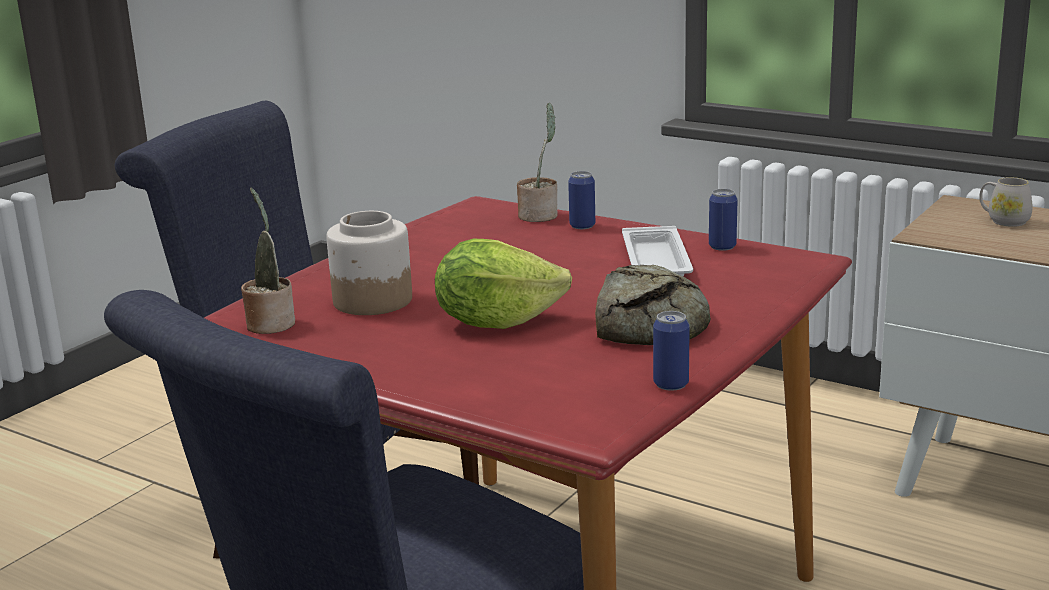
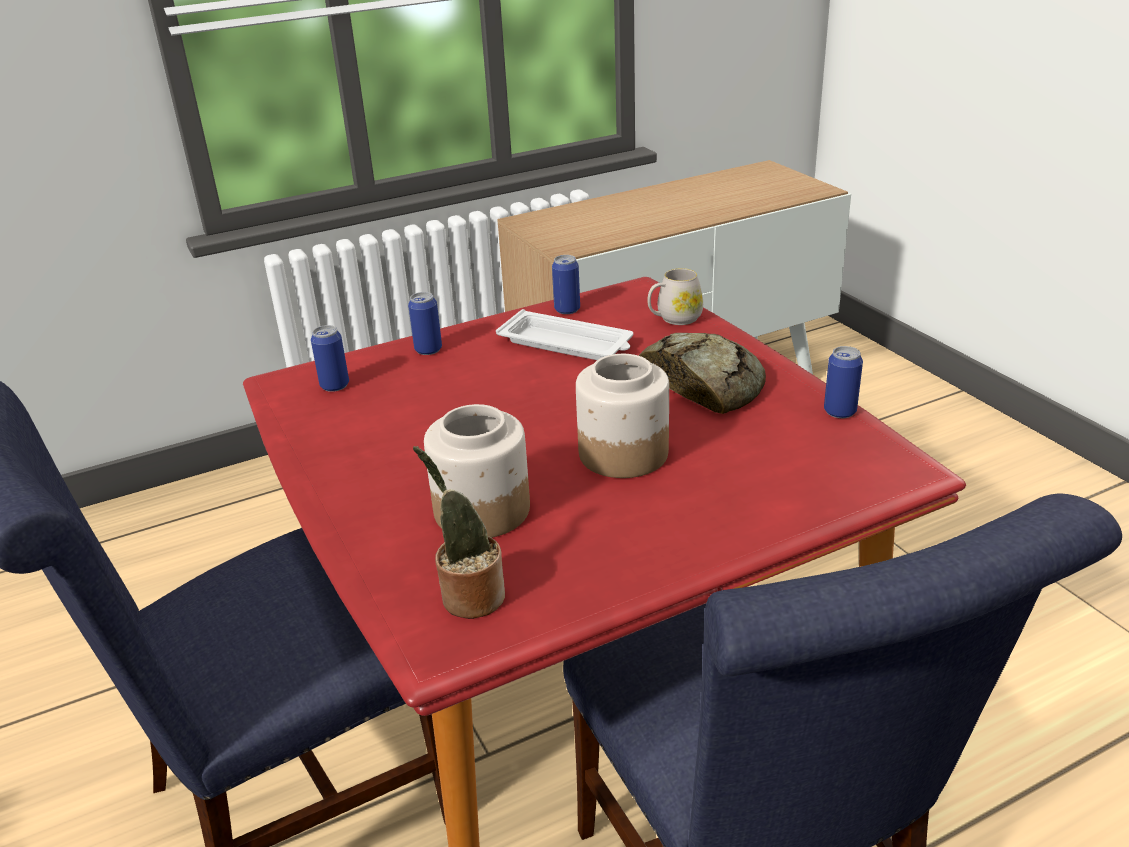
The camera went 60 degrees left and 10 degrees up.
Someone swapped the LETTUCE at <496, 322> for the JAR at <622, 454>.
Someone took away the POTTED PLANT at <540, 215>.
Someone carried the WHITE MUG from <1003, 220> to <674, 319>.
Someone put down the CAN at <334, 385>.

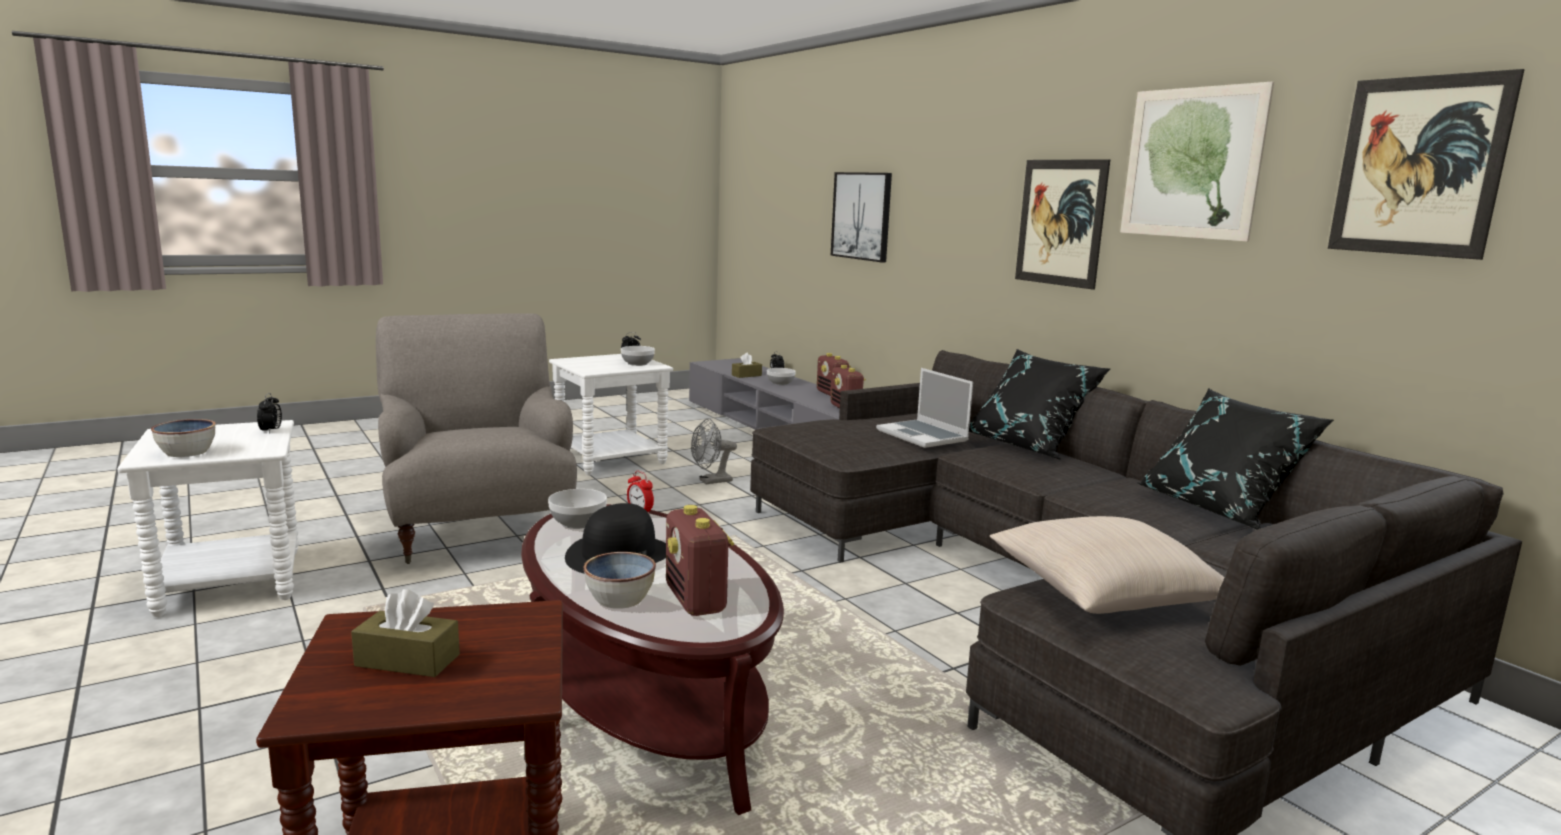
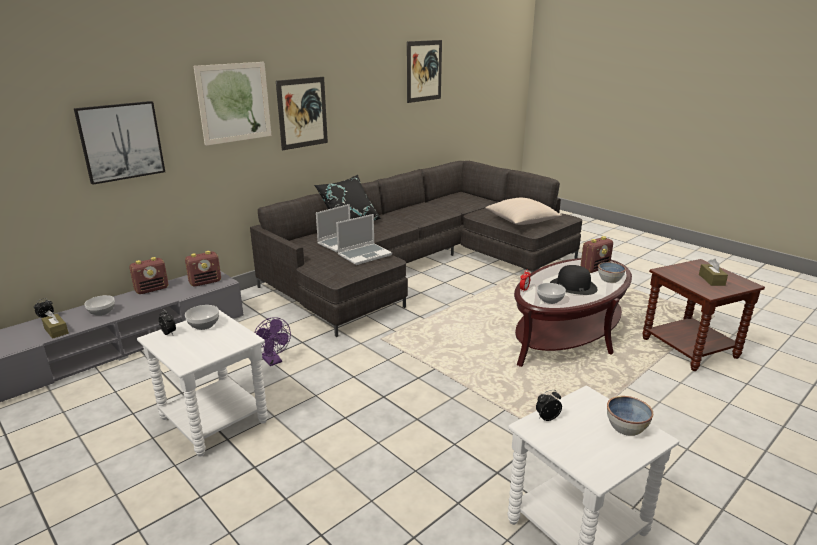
The camera went 100 degrees left and 10 degrees up.
Someone took away the GREY ARMCHAIR at <479, 530>.
Someone repainted the GREY FAN at <711, 481>, which became the PURPLE FAN at <273, 361>.
Someone carried the PICTURE from <1191, 163> to <234, 103>.
Someone took away the BLACK PILLOW at <1219, 509>.
Someone put down the LAPTOP at <365, 255>.

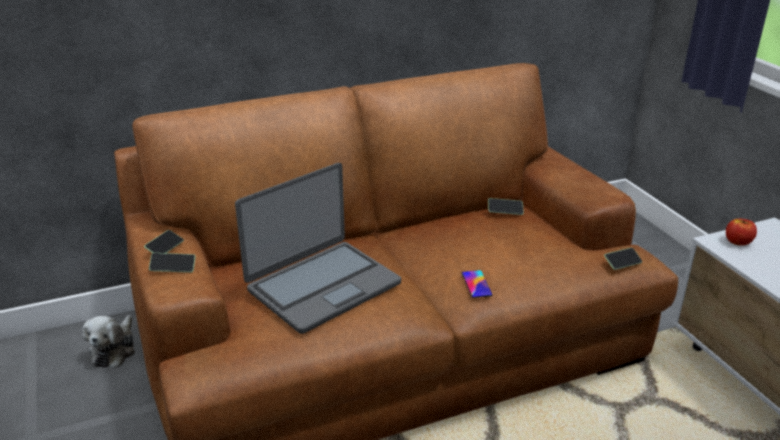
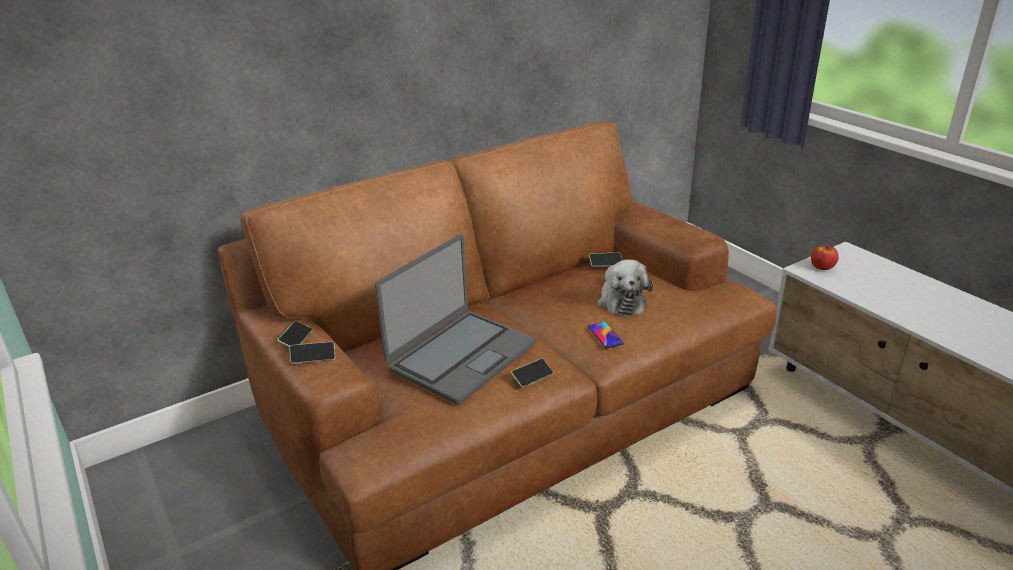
The camera went 10 degrees left and 0 degrees up.
Someone carried the PLUSH TOY from <114, 349> to <621, 300>.
Someone carried the PHONE from <622, 263> to <532, 377>.

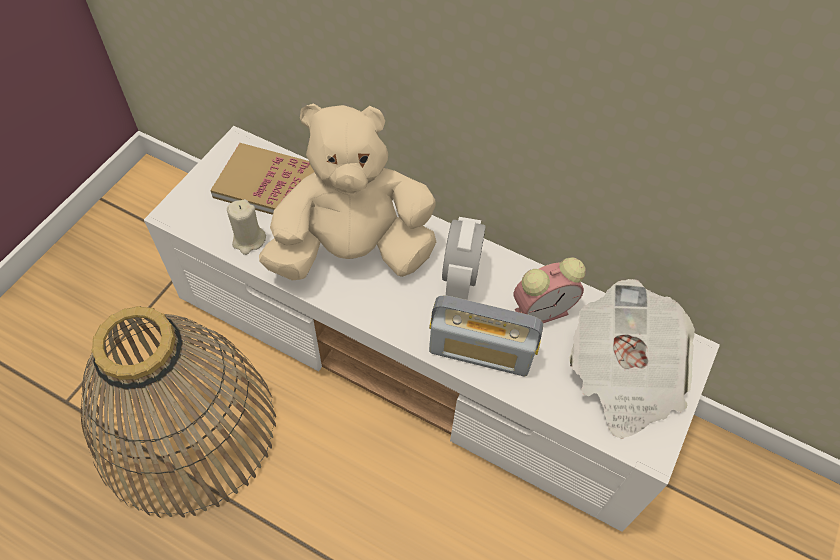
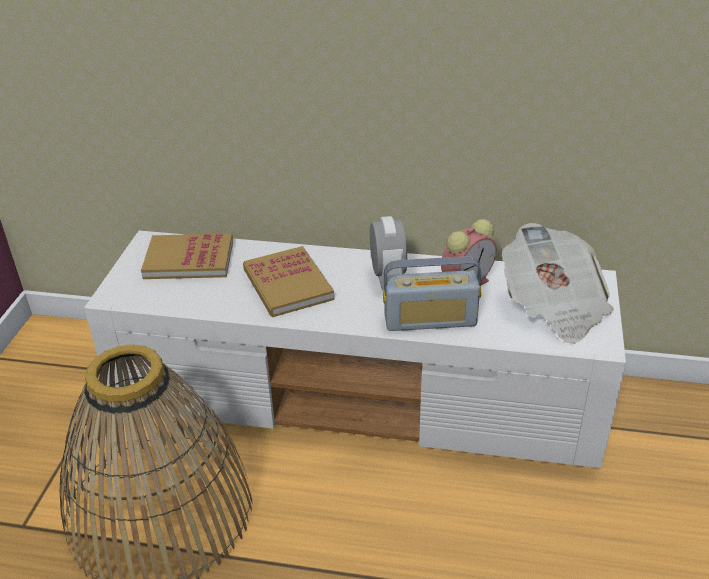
The camera went 15 degrees left and 20 degrees down.
Someone took away the BEIGE CANDLE at <248, 240>.
Someone swapped the BEIGE PLUSH TOY at <353, 251> for the BOOK at <287, 284>.

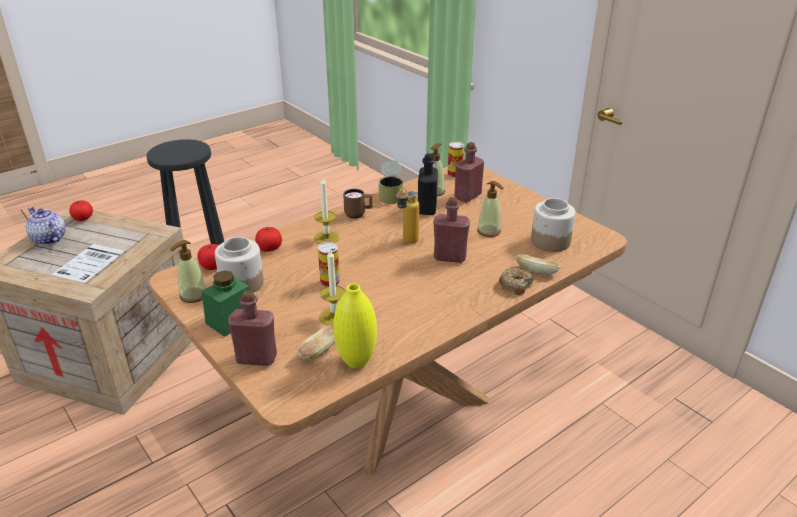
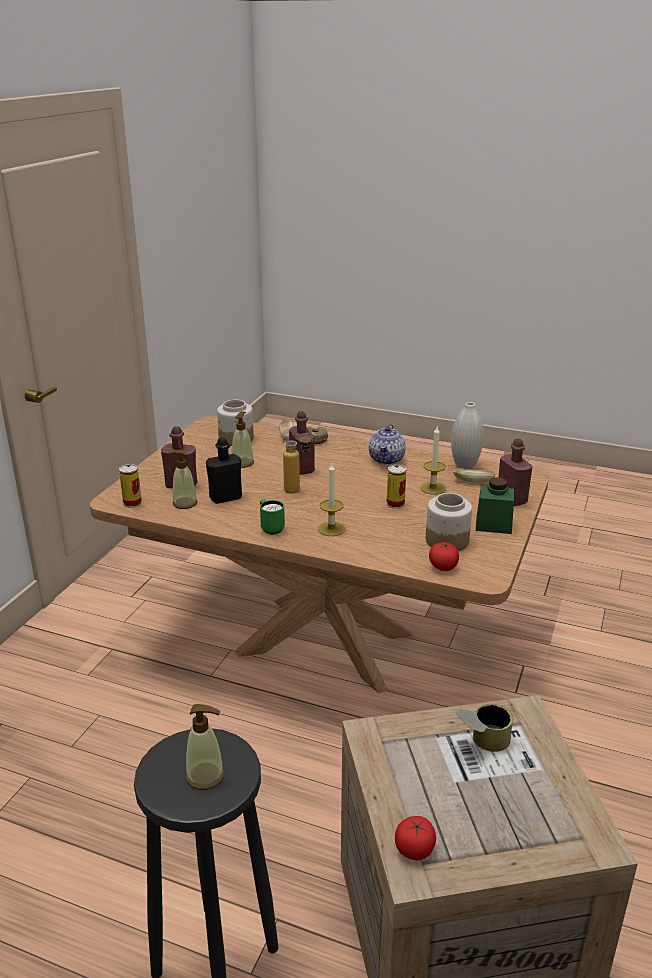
The camera went 120 degrees left and 5 degrees down.
Someone carried the TEAPOT from <49, 239> to <387, 459>.
Someone carried the SOAP DISPENSER from <193, 295> to <205, 776>.
Someone took away the TOMATO at <269, 248>.
Someone repainted the YELLOW VASE at <356, 362>, which became the WHITE VASE at <464, 467>.
Someone repainted the BROWN MUG at <358, 214>, which became the GREEN MUG at <270, 528>.
Someone carried the CAN from <391, 194> to <481, 742>.

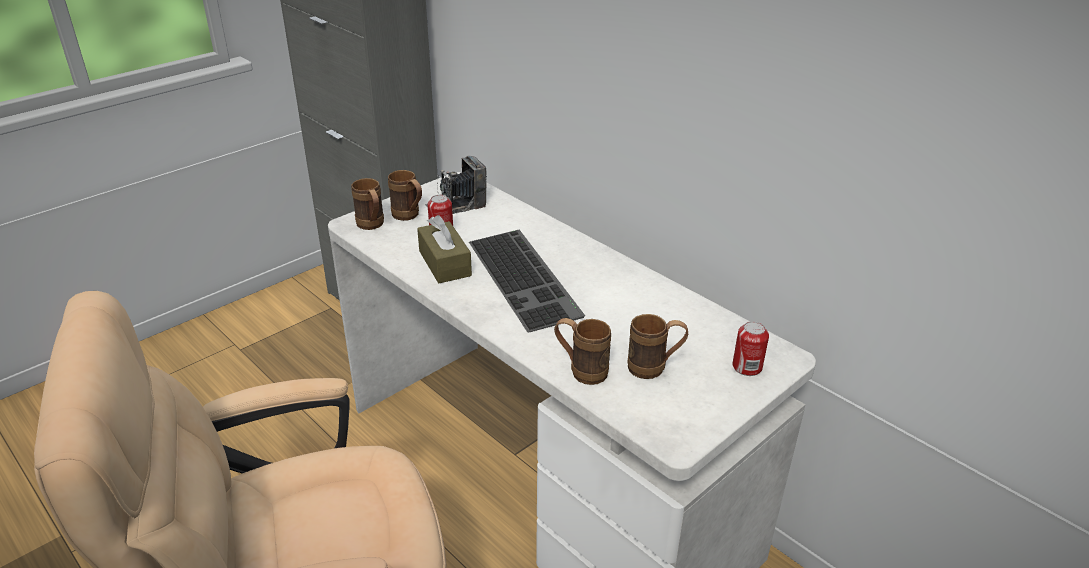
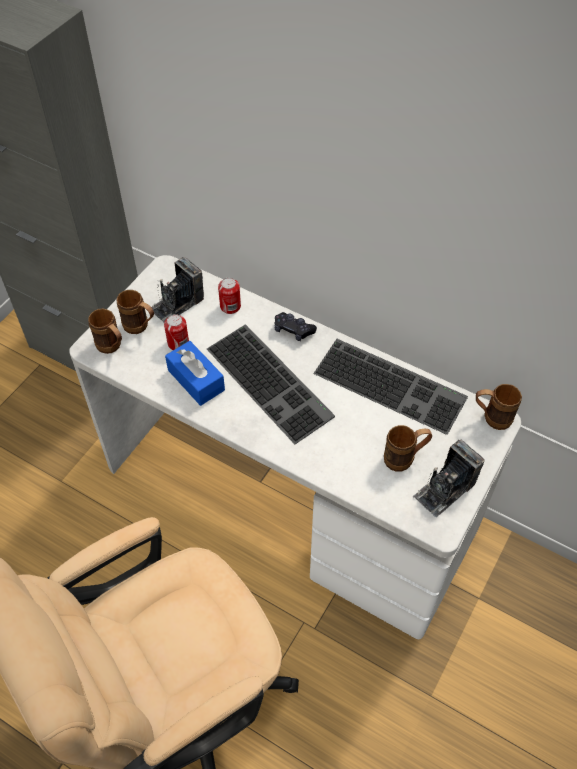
The camera went 15 degrees left and 20 degrees up.
Someone repainted the BROWN TISSUE BOX at <445, 263>, which became the BLUE TISSUE BOX at <196, 380>.
Someone carried the BROWN MUG from <581, 370> to <491, 418>.
Someone carried the CAN from <747, 367> to <230, 306>.
Someone put down the BLACK GAME CONTROLLER at <293, 330>.
Someone put down the KEYBOARD at <392, 384>.
Someone put down the PHOTO CAMERA at <444, 489>.

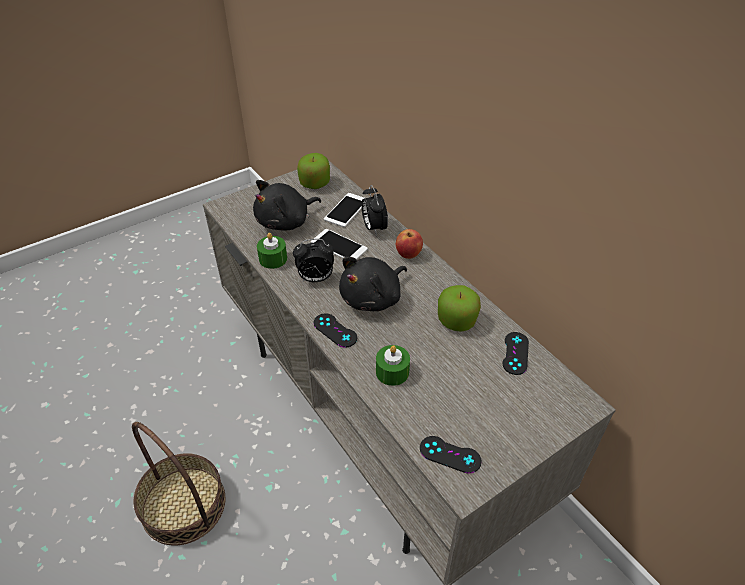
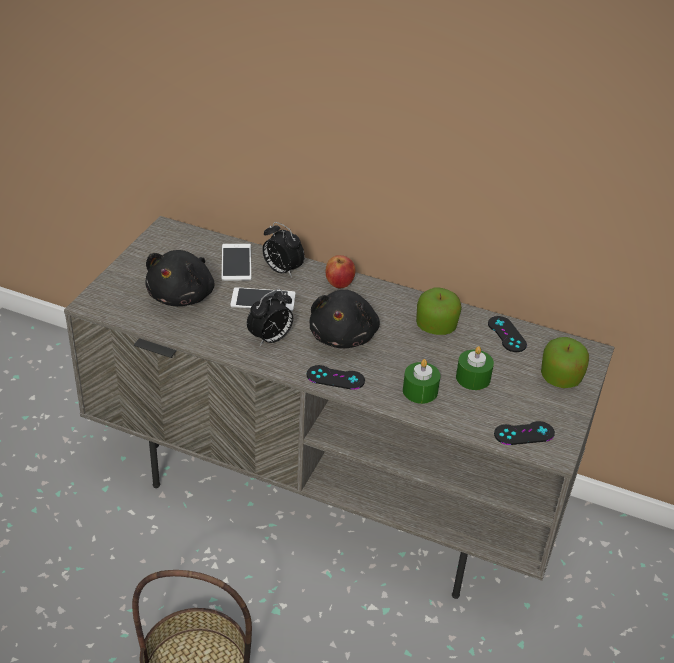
The camera went 35 degrees left and 5 degrees down.
Someone carried the GREEN CANDLE from <273, 259> to <473, 378>.
Someone carried the APPLE from <314, 183> to <560, 378>.

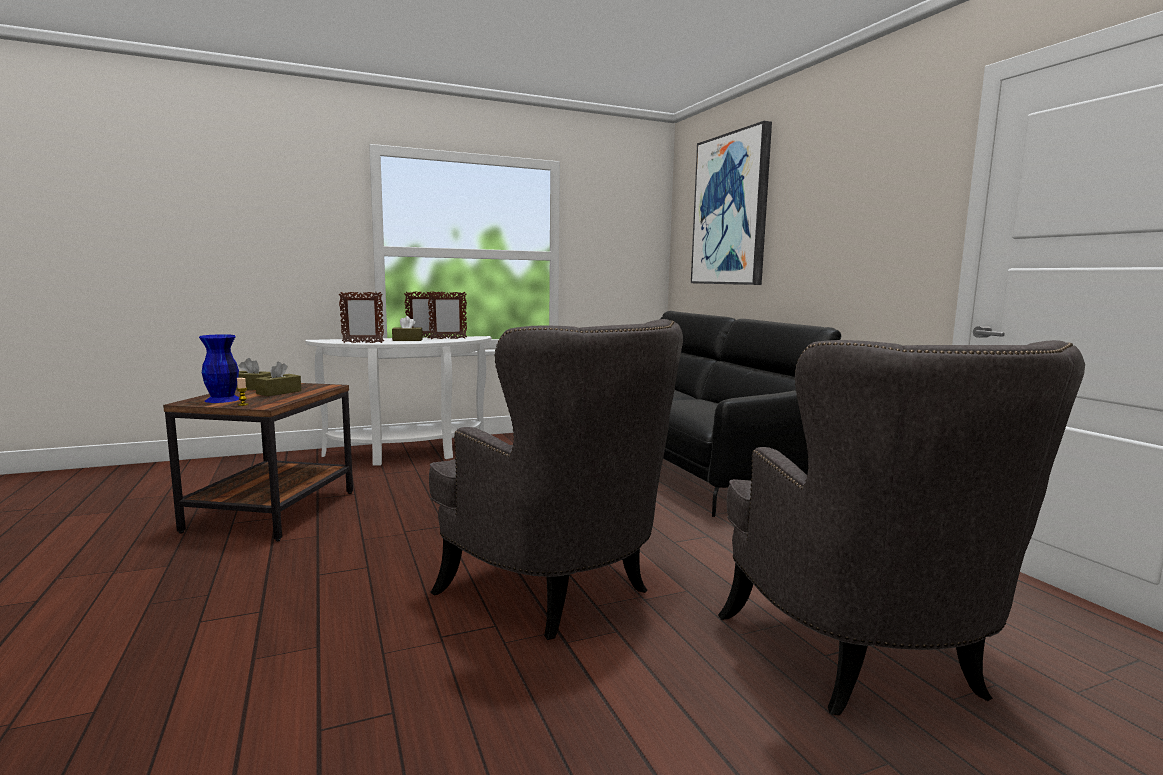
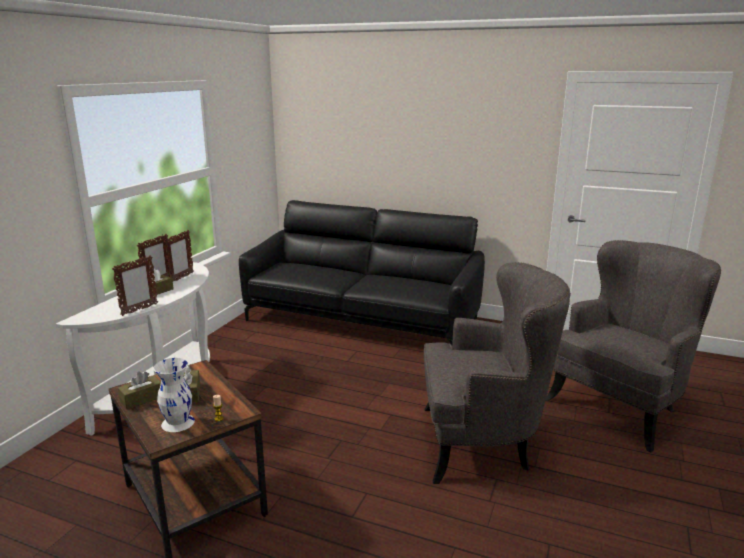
The camera went 45 degrees left and 10 degrees up.
Someone repainted the BLUE VASE at <222, 399>, which became the WHITE VASE at <178, 423>.
Someone took away the PICTURE at <731, 210>.
Someone rotated the GREY ARMCHAIR at <867, 661> by 75 degrees counterclockwise.

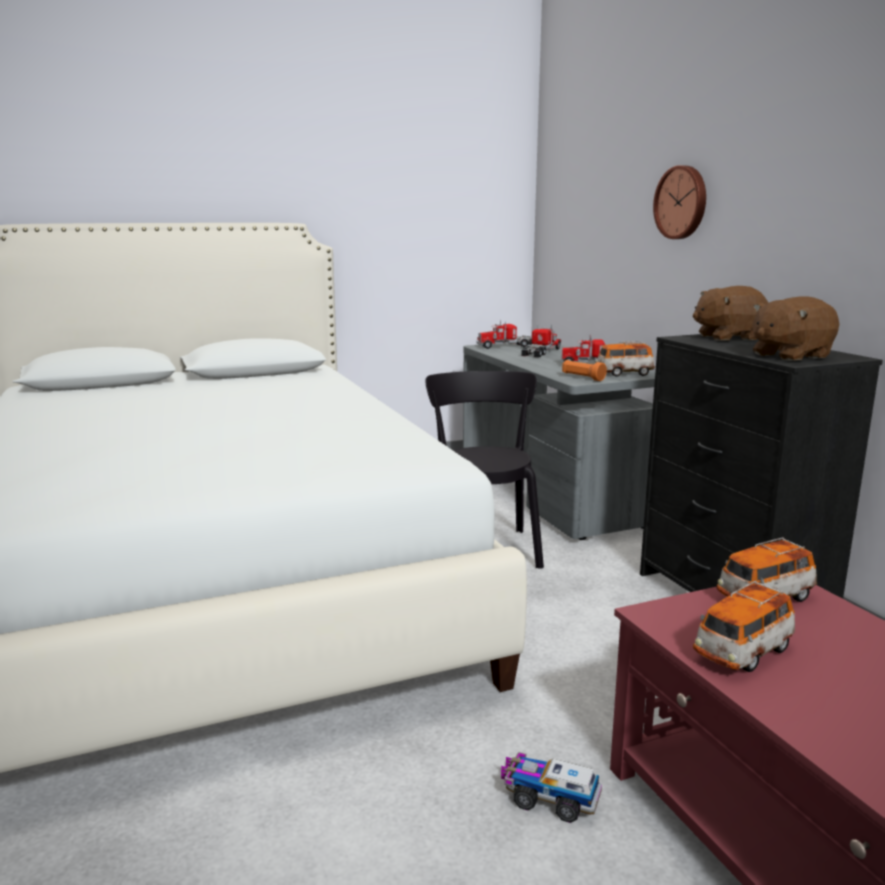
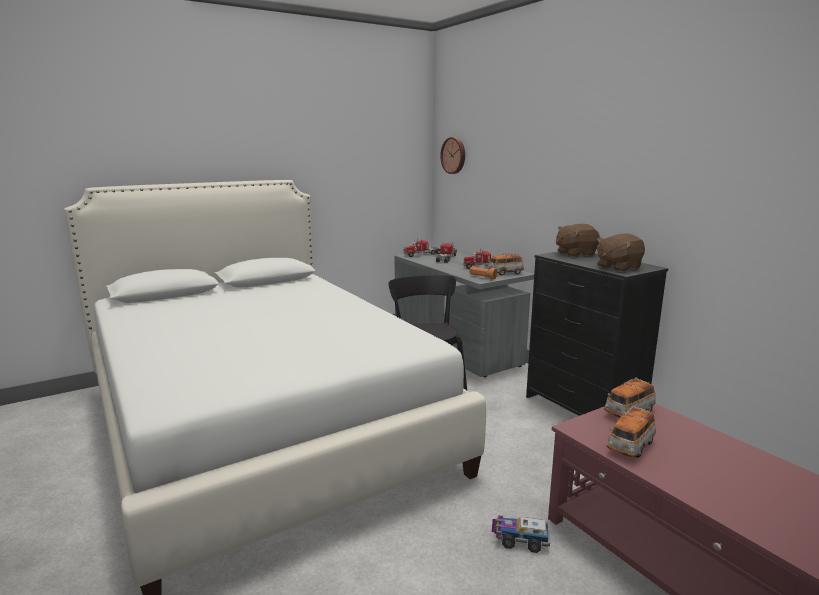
The camera went 10 degrees left and 0 degrees up.
Someone carried the WALL CLOCK from <682, 202> to <454, 155>.

